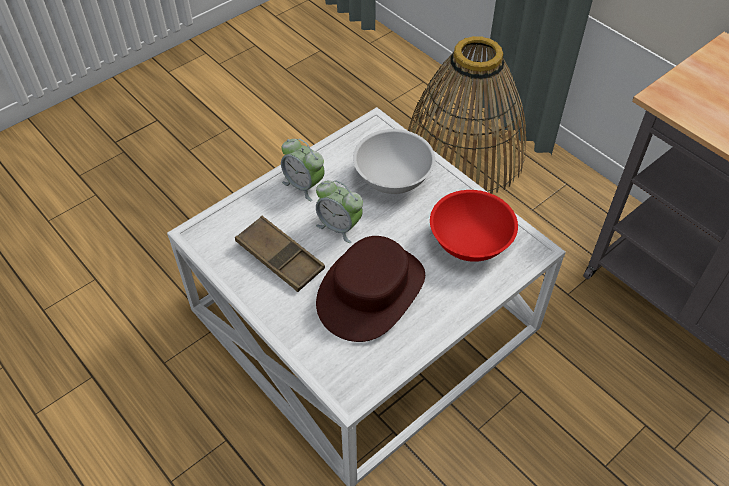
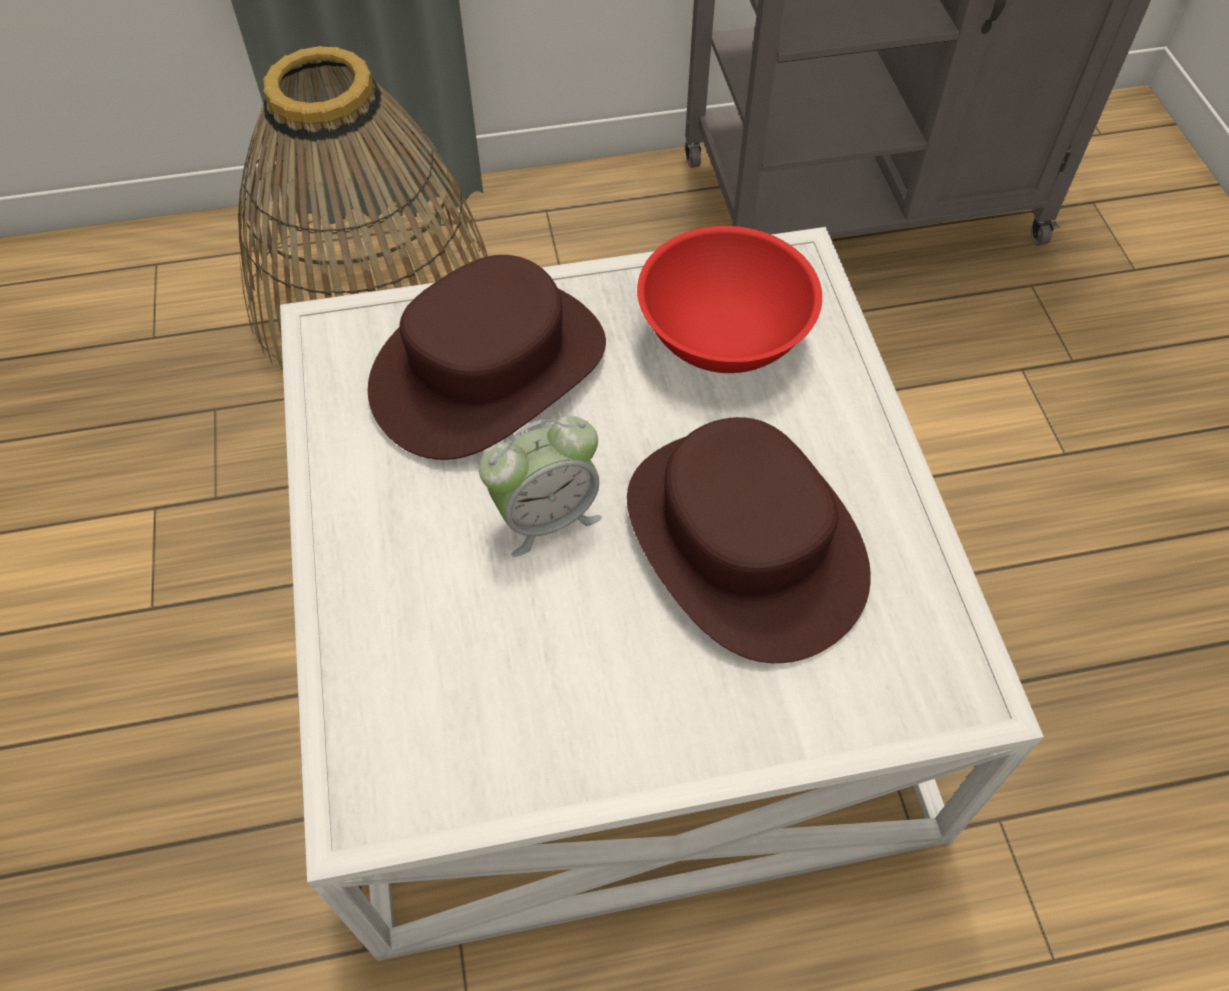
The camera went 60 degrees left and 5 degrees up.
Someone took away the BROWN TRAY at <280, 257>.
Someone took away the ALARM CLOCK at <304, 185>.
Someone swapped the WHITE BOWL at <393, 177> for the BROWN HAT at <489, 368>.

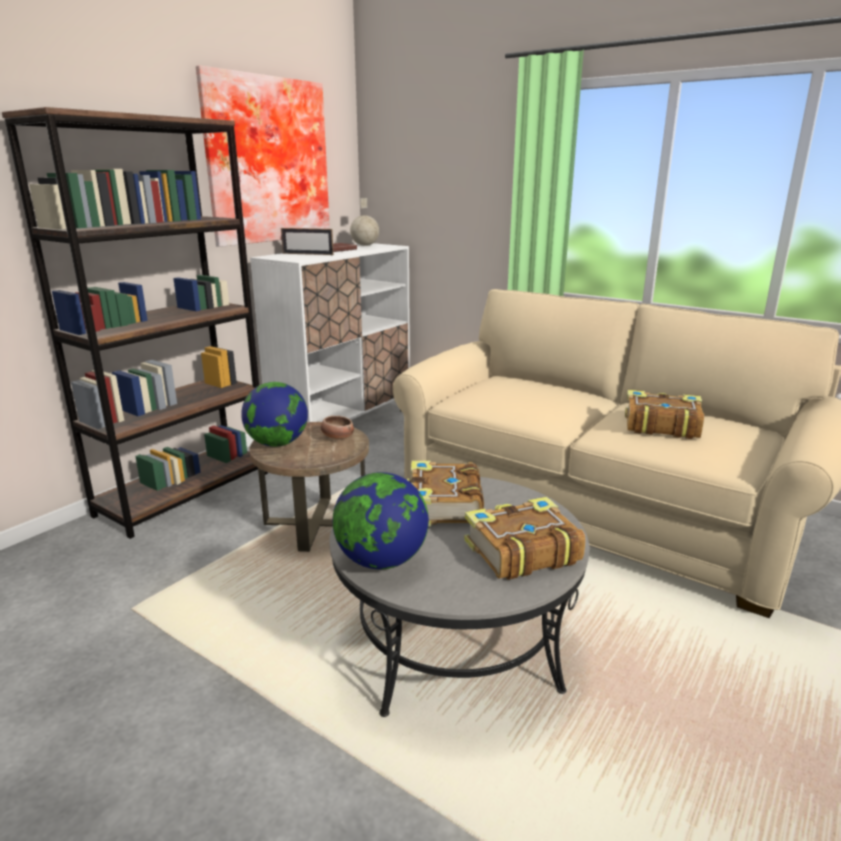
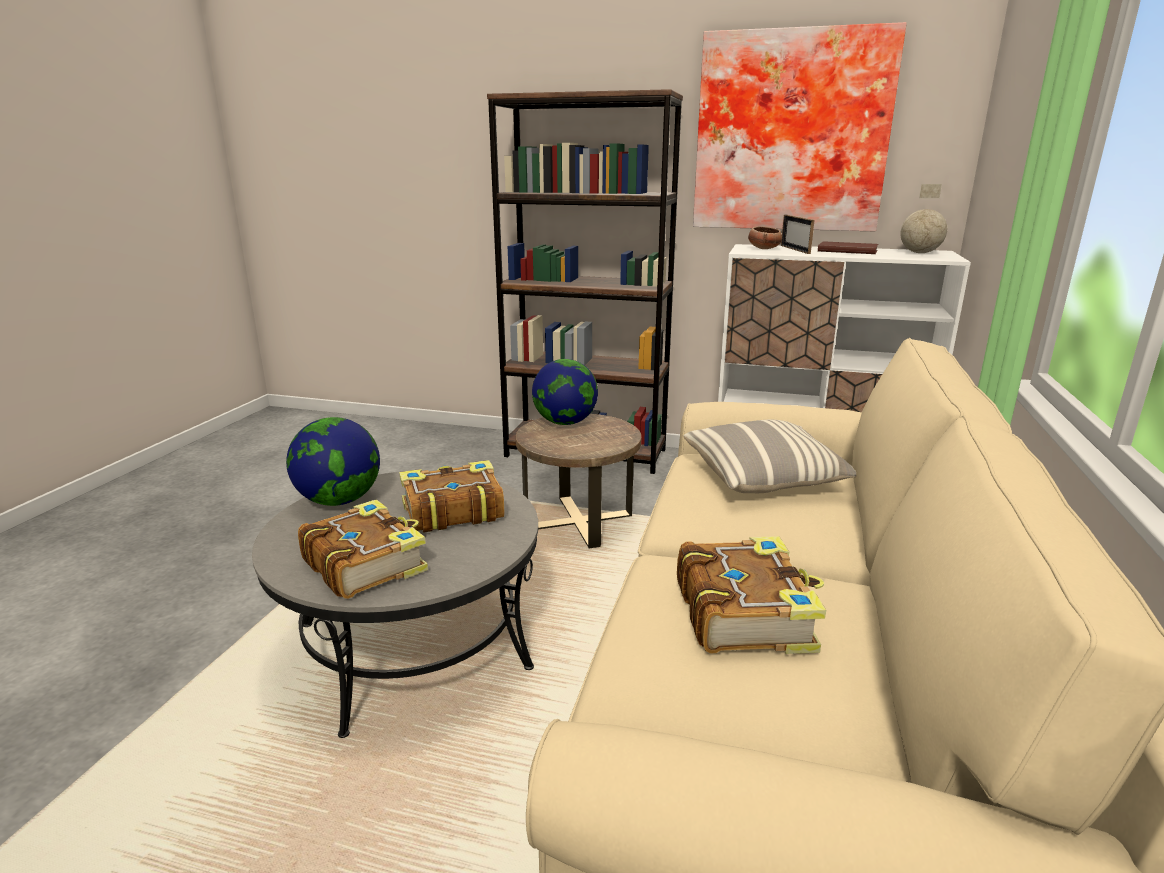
The camera went 70 degrees right and 0 degrees up.
Someone carried the BOWL from <337, 437> to <764, 248>.
Someone put down the PILLOW at <764, 477>.

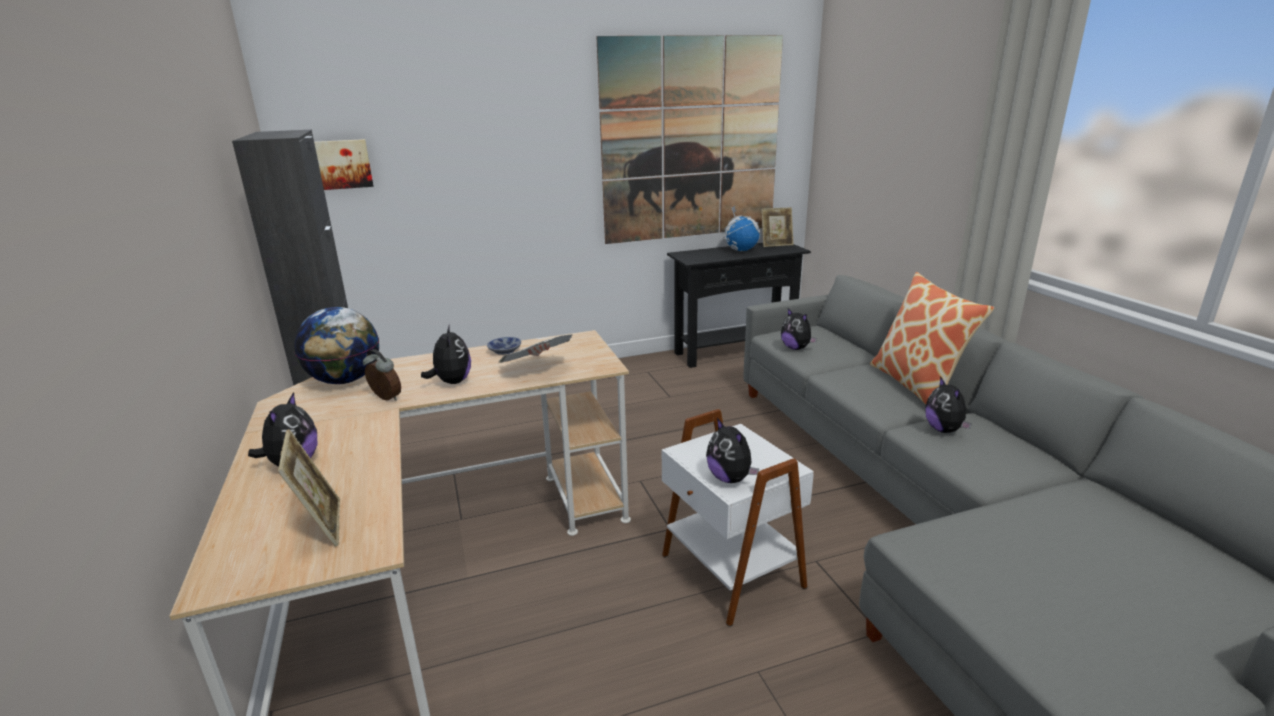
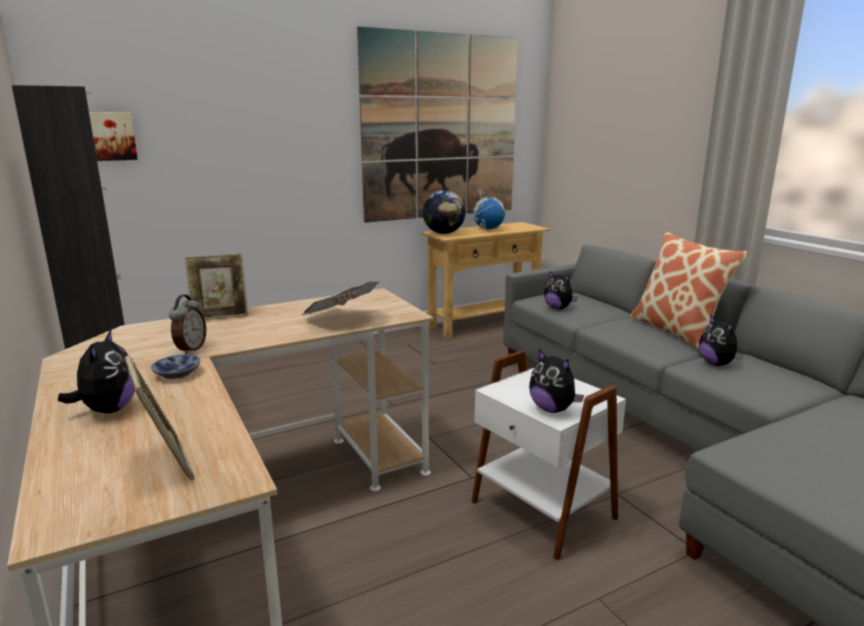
The camera went 10 degrees left and 5 degrees down.
Someone carried the GLOBE from <345, 380> to <443, 233>.
Someone rotated the ALARM CLOCK at <385, 399> by 75 degrees clockwise.
Someone took away the PLUSH TOY at <451, 382>.
Someone carried the BOWL from <505, 350> to <178, 373>.
Someone repainted the BLACK CONSOLE TABLE at <734, 351>, which became the BEIGE CONSOLE TABLE at <483, 324>.
Someone carried the PICTURE FRAME from <776, 245> to <220, 316>.

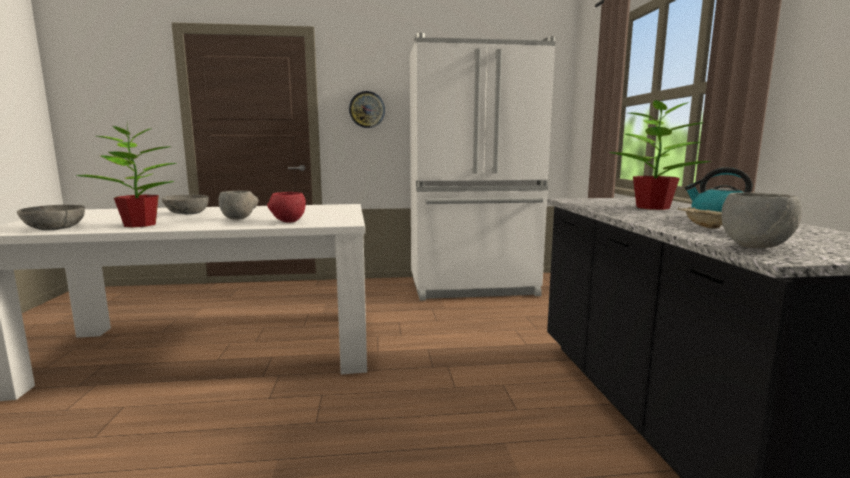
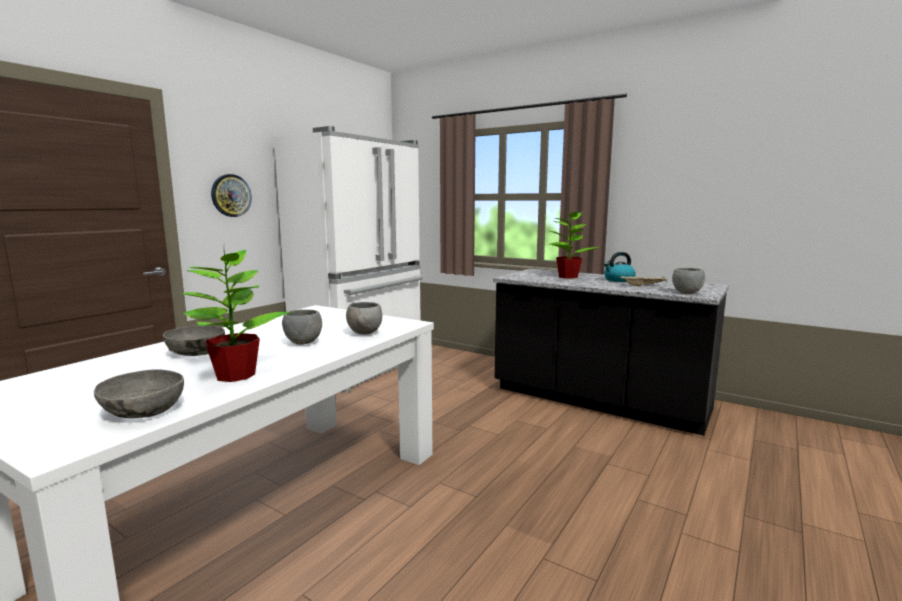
The camera went 50 degrees left and 0 degrees up.
Someone repainted the RED BOWL at <288, 222>, which became the GREY BOWL at <364, 334>.

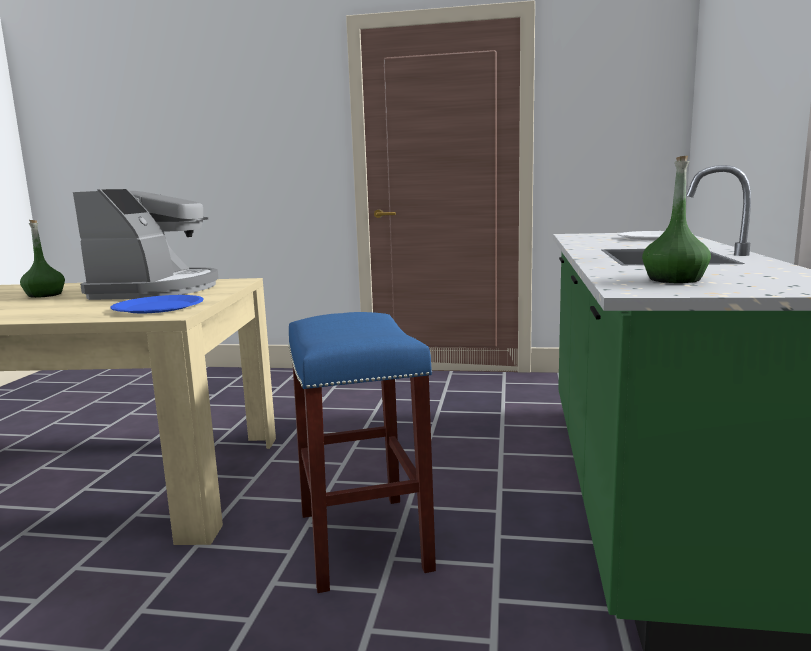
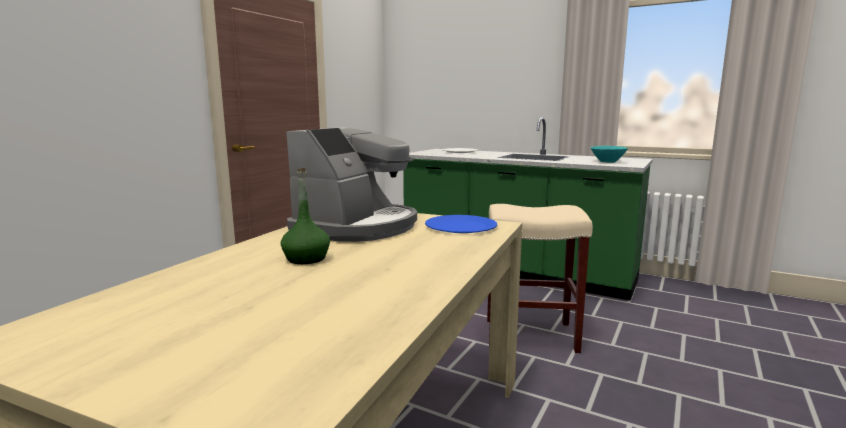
The camera went 70 degrees left and 0 degrees up.
Someone rotated the COFFEE MACHINE at <157, 290> by 90 degrees clockwise.
Someone repainted the BLUE STOOL at <364, 541>, which became the BEIGE STOOL at <531, 335>.
Someone swapped the GREEN BOTTLE at <674, 279> for the TURQUOISE BOWL at <607, 162>.

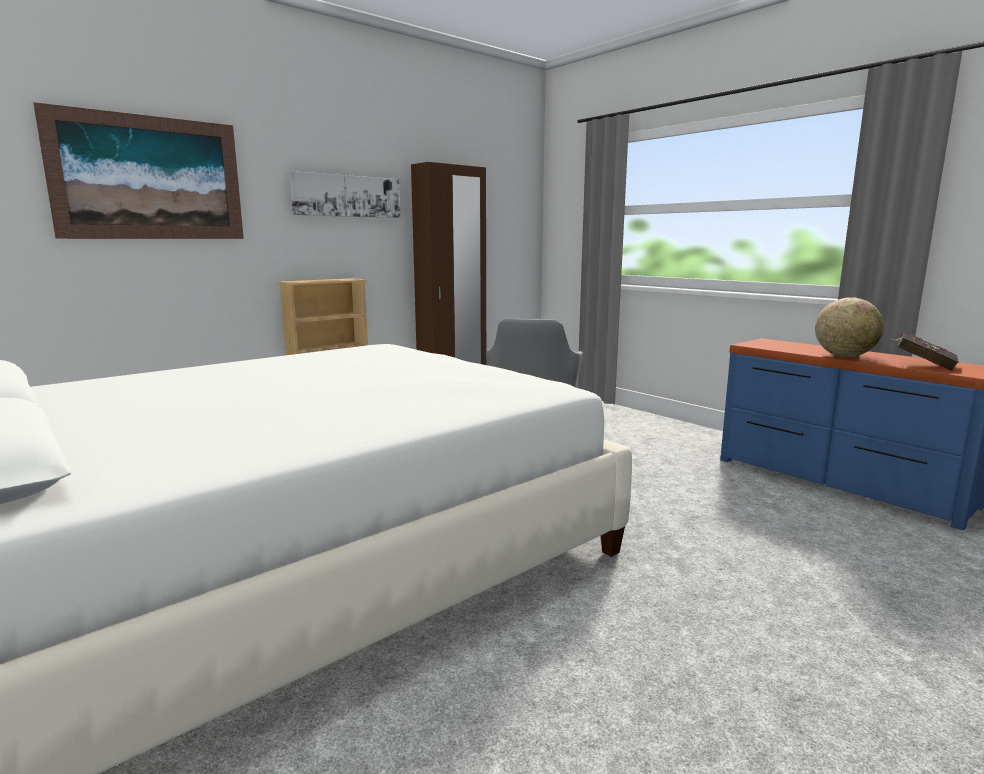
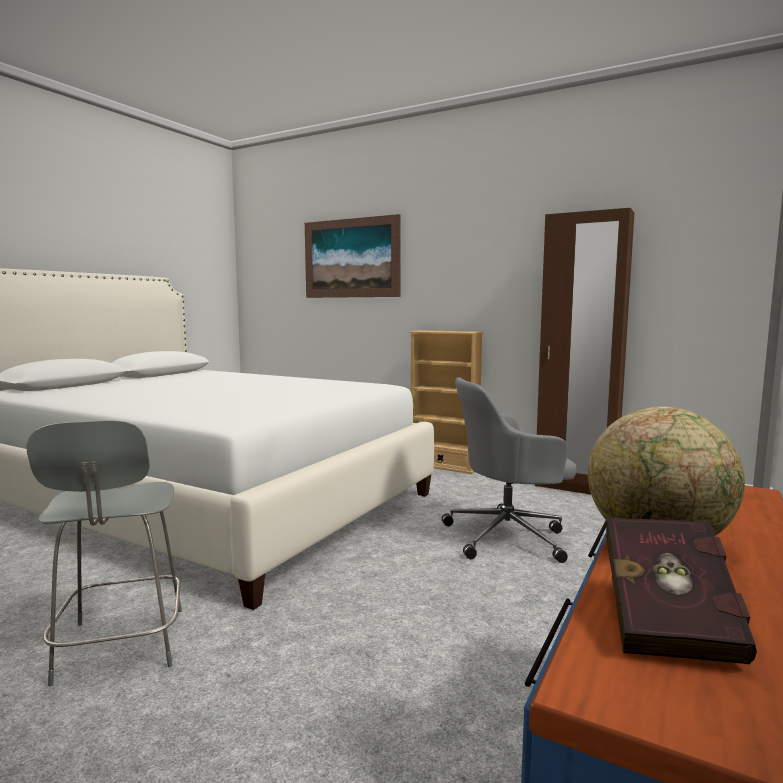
The camera went 70 degrees right and 5 degrees down.
Someone took away the PICTURE at <347, 196>.
Someone put down the GREY CHAIR at <120, 647>.

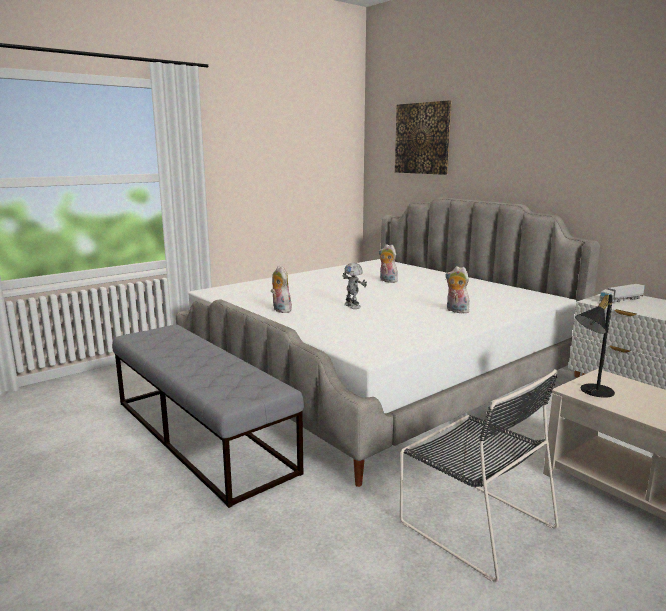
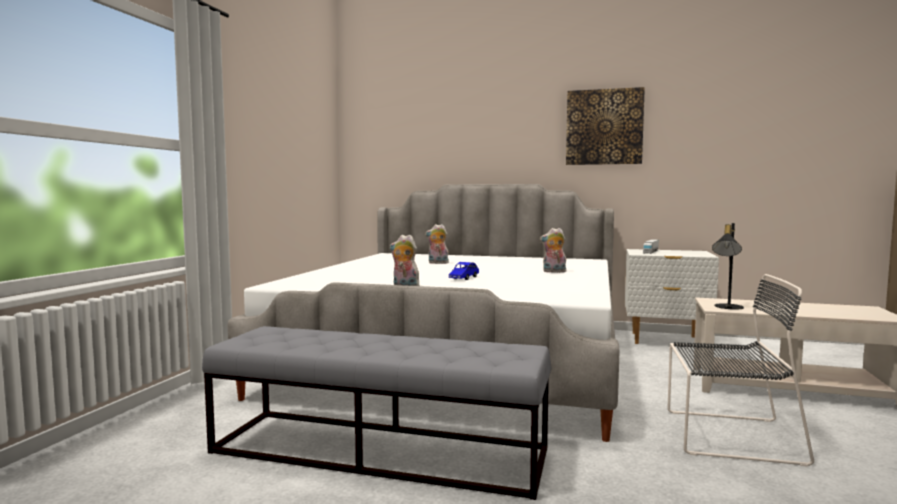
The camera went 35 degrees left and 10 degrees down.
Someone swapped the TOY ROBOT at <353, 306> for the BLUE TOY CAR at <464, 278>.
Someone carried the PICTURE from <422, 138> to <604, 127>.

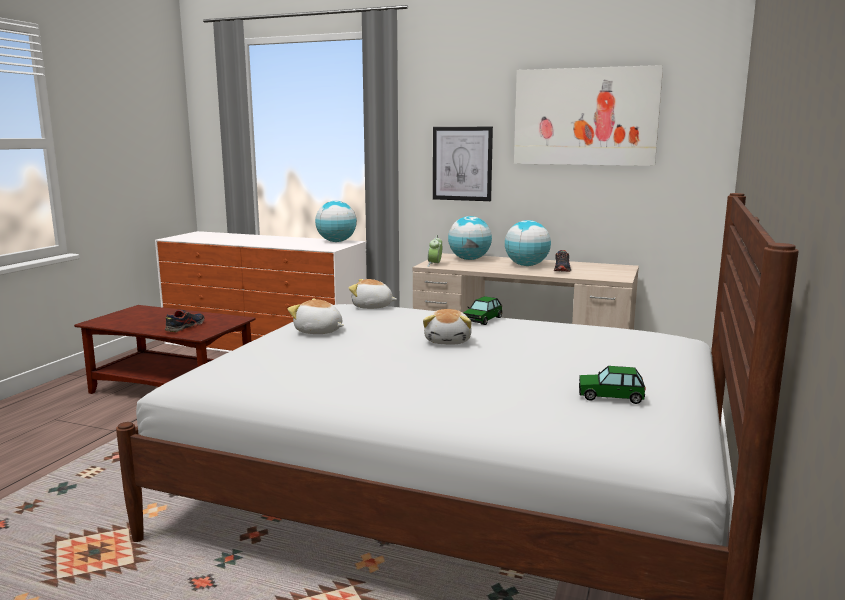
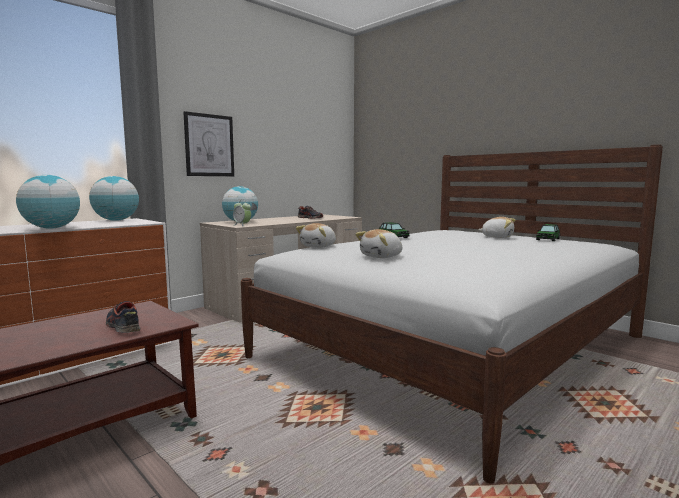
The camera went 65 degrees left and 5 degrees down.
Someone carried the PLUSH TOY from <448, 341> to <497, 237>.
Someone carried the GLOBE from <526, 265> to <51, 228>.
Someone took away the PICTURE at <585, 117>.

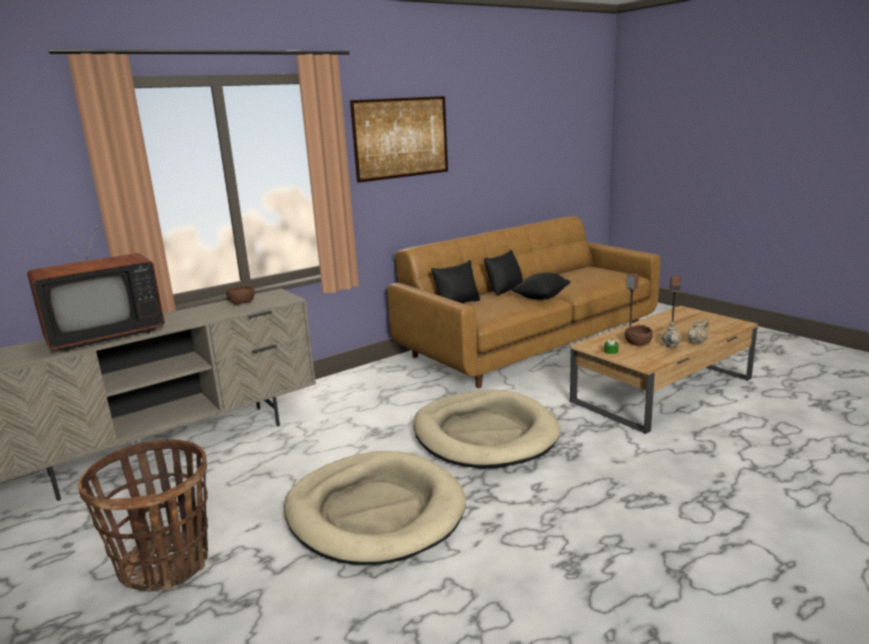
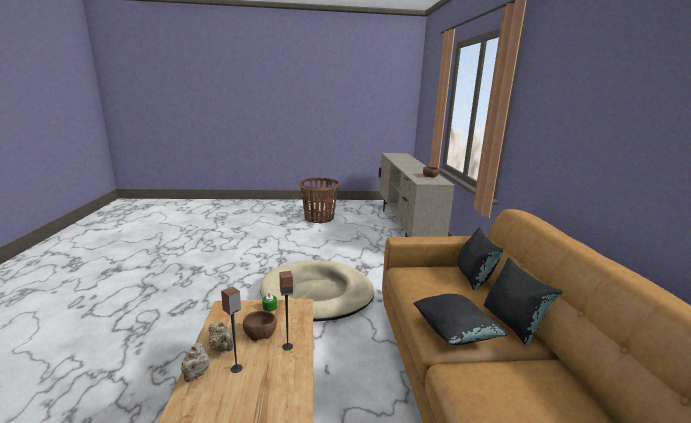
The camera went 120 degrees right and 0 degrees up.
Someone took away the TELEVISION at <103, 335>.
Someone took away the BEIGE DOG BED at <375, 512>.
Someone took away the PICTURE at <401, 138>.

